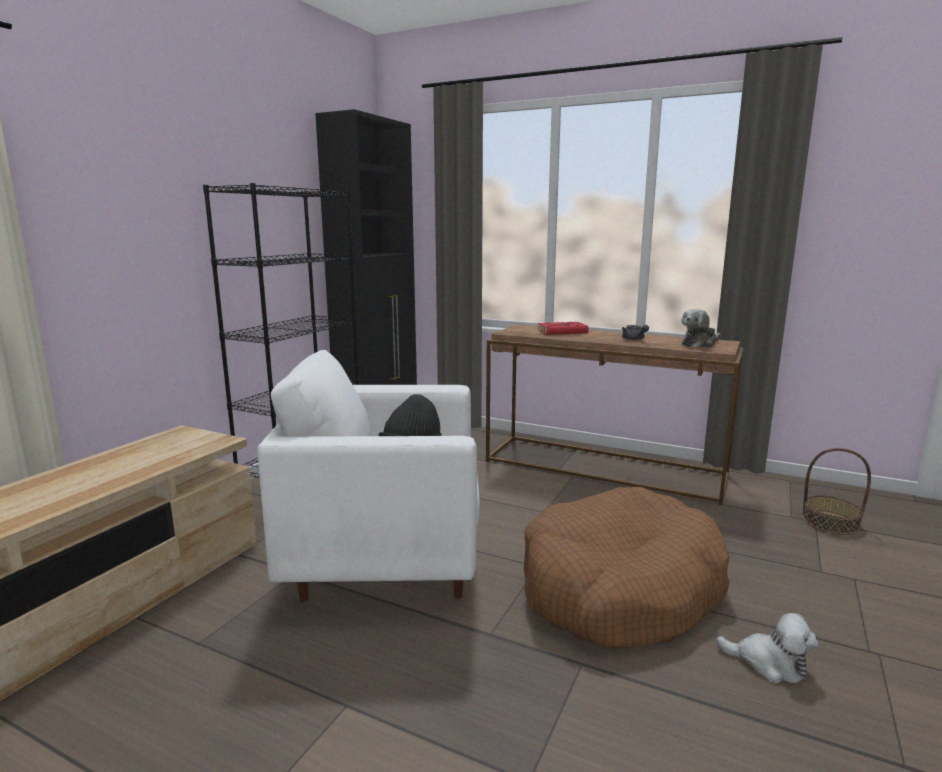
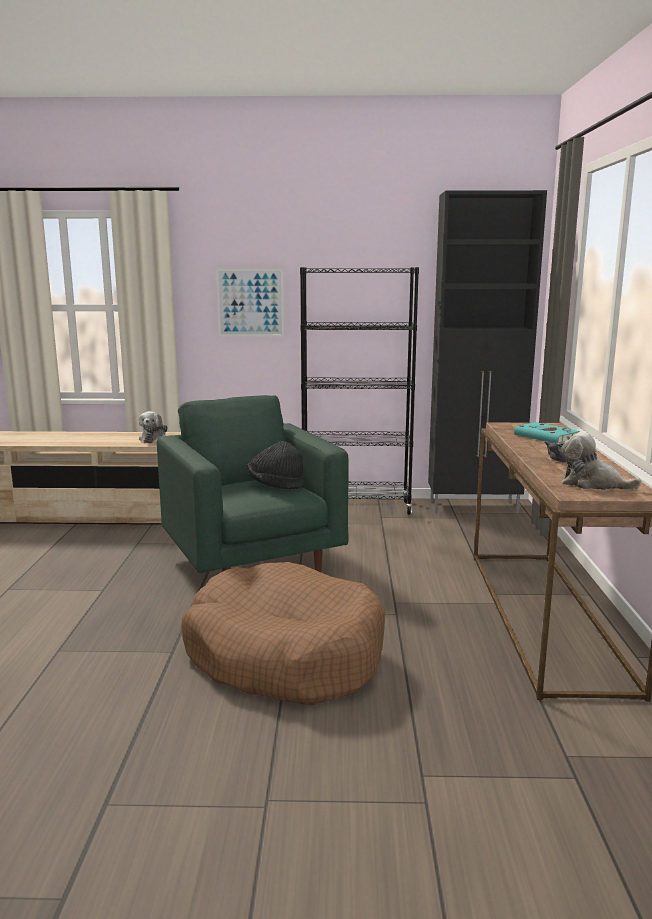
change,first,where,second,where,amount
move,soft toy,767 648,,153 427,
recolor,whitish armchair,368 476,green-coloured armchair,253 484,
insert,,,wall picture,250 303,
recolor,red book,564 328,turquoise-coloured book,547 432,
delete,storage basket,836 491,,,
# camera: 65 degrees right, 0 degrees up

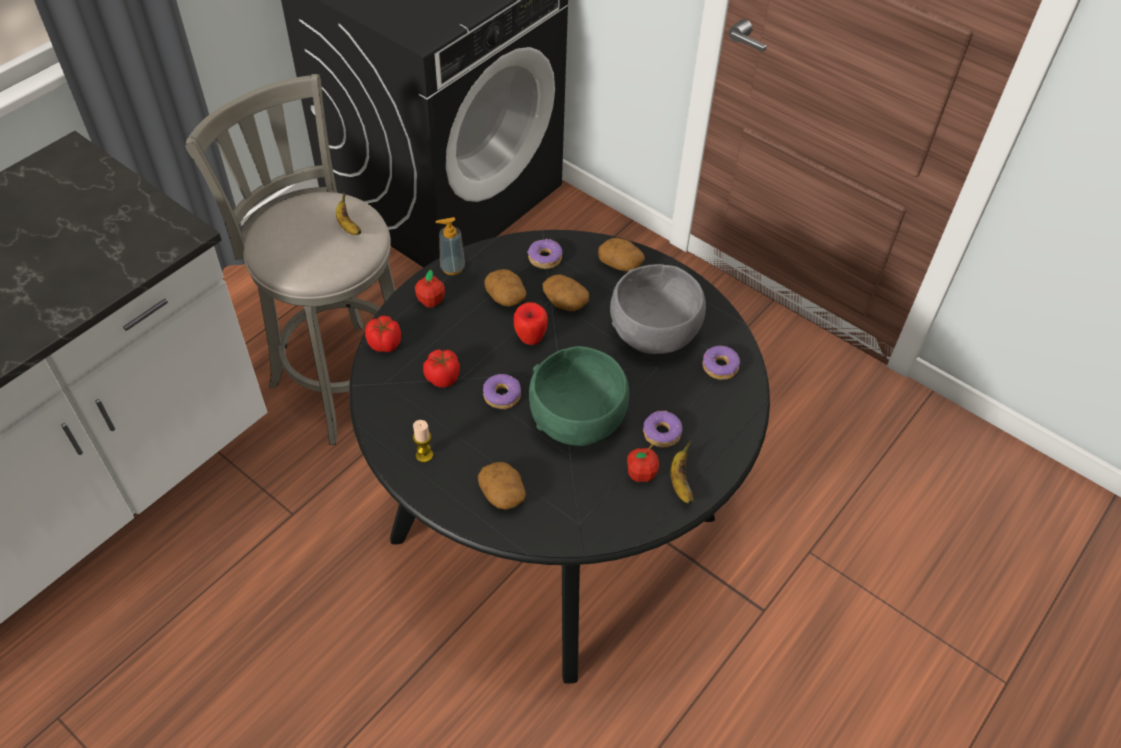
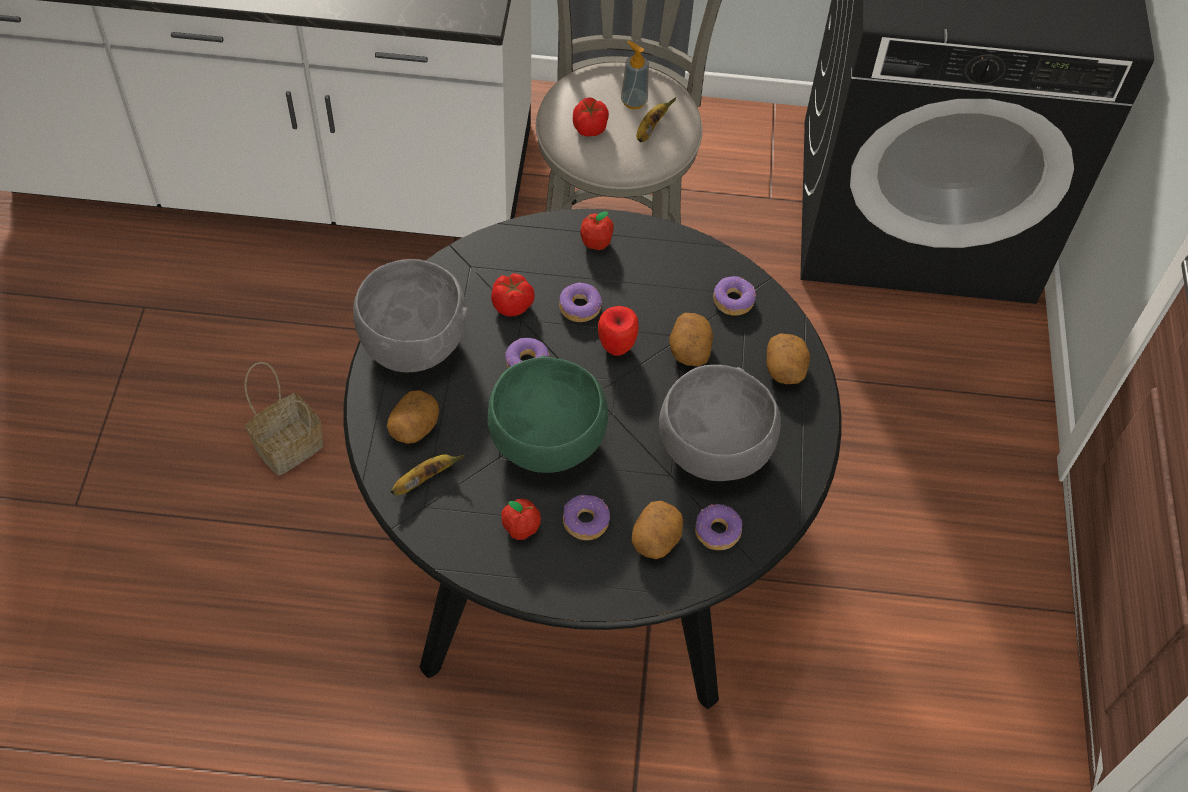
change,first,where,second,where,amount
insert,,,storage basket,284 419,
replace,wax light,423 441,greyish deep dish,410 315,
move,banana fruit,681 472,,427 475,
insert,,,donut,580 302,
move,fresh tomato,383 334,,591 117,
move,soap bottle,450 246,,635 75,
move,potato,505 288,,657 530,
# camera: 55 degrees right, 5 degrees up

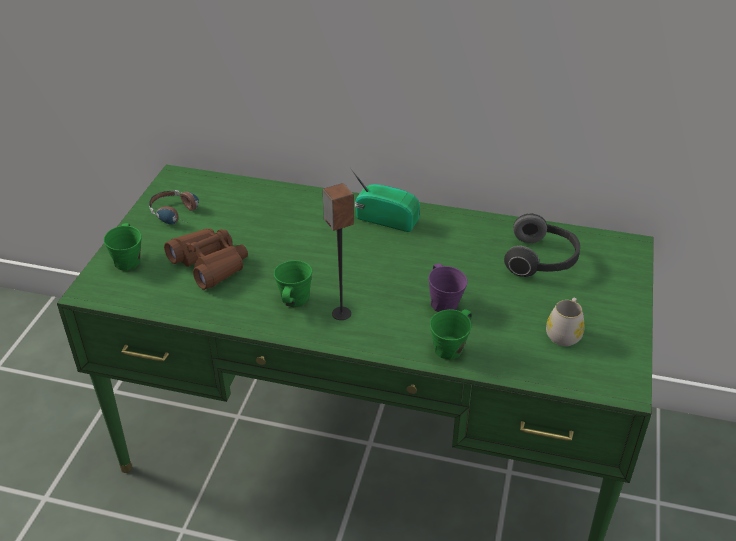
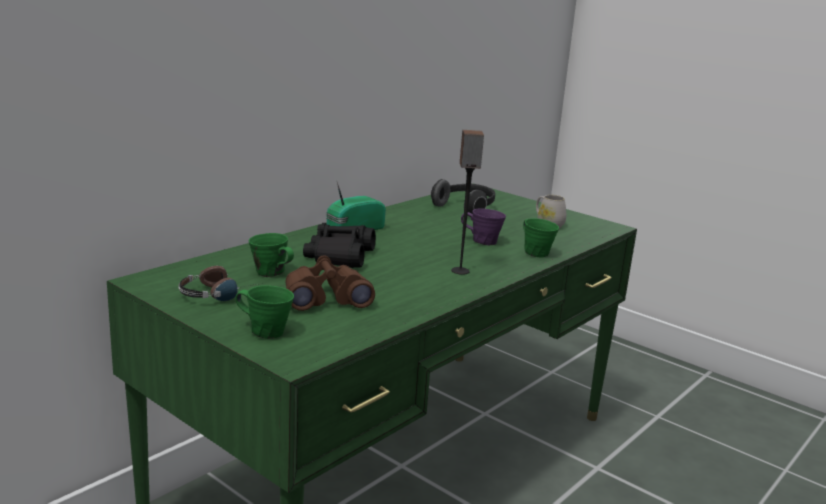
change,first,where,second,where,amount
move,green-coloured coffee mug,293 283,,271 255,
insert,,,black field glasses,339 245,
# camera: 65 degrees left, 20 degrees down

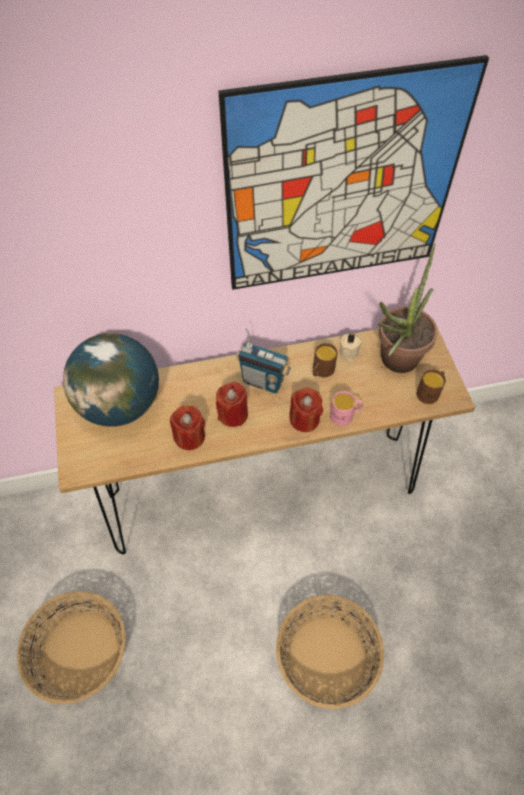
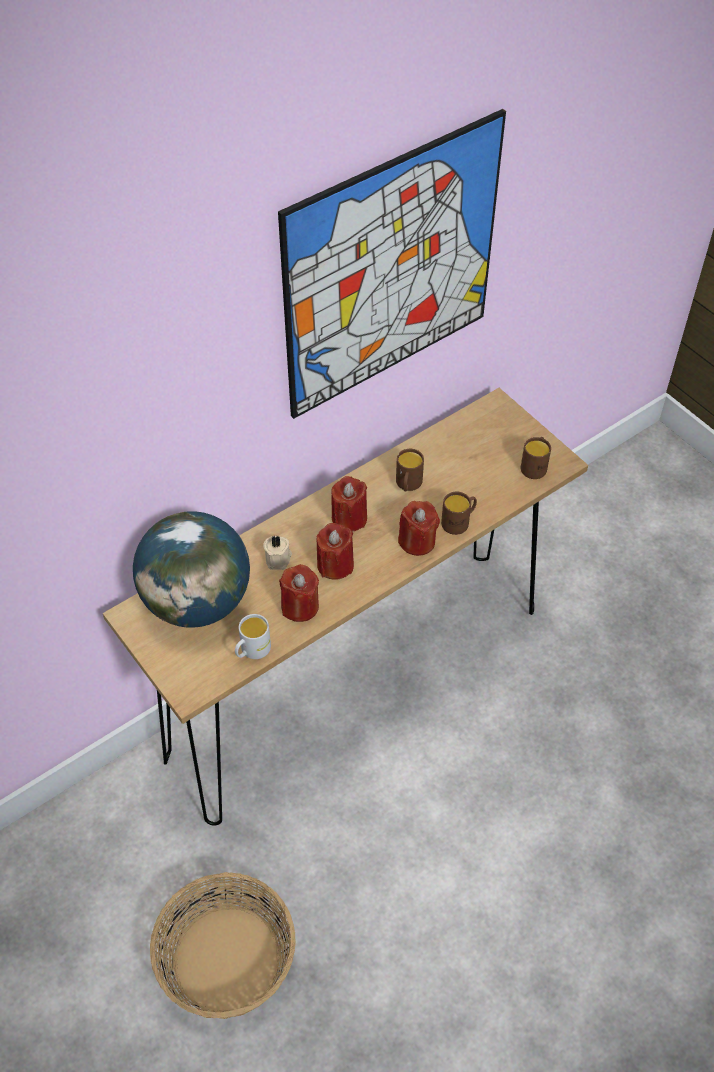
change,first,where,second,where,amount
insert,,,whitish coffee mug,253 636,
move,beige-coloured wax light,350 347,,277 552,
replace,radio receiver,263 360,red wax light,349 504,
recolor,pink coffee mug,347 408,brown coffee mug,459 513,
delete,storage basket,330 652,,,
delete,potted plant,407 308,,,
# camera: 25 degrees left, 5 degrees down

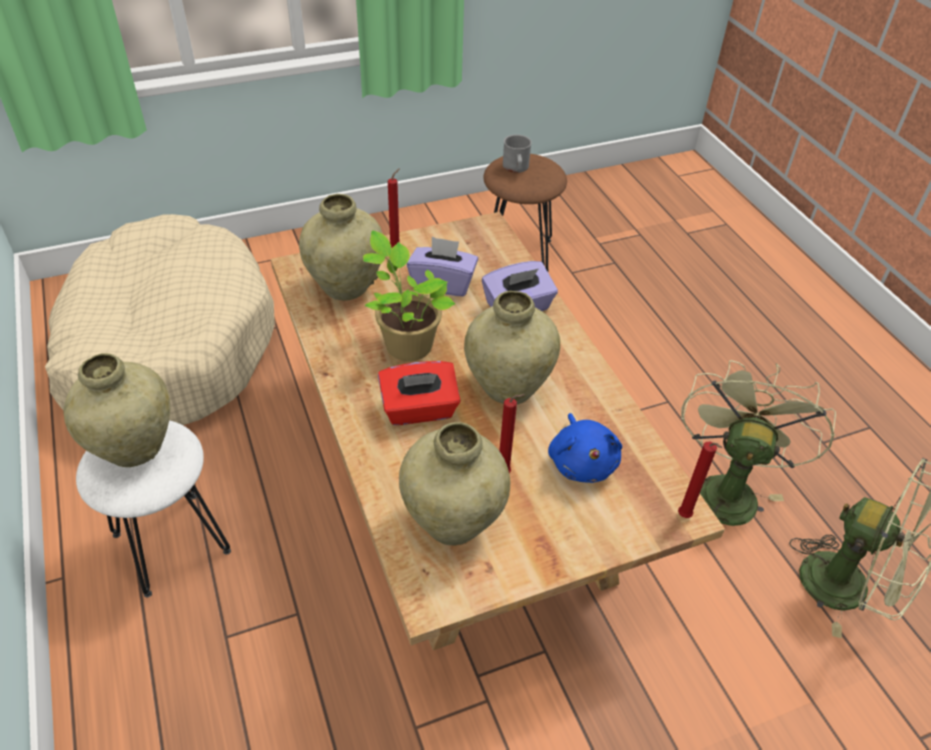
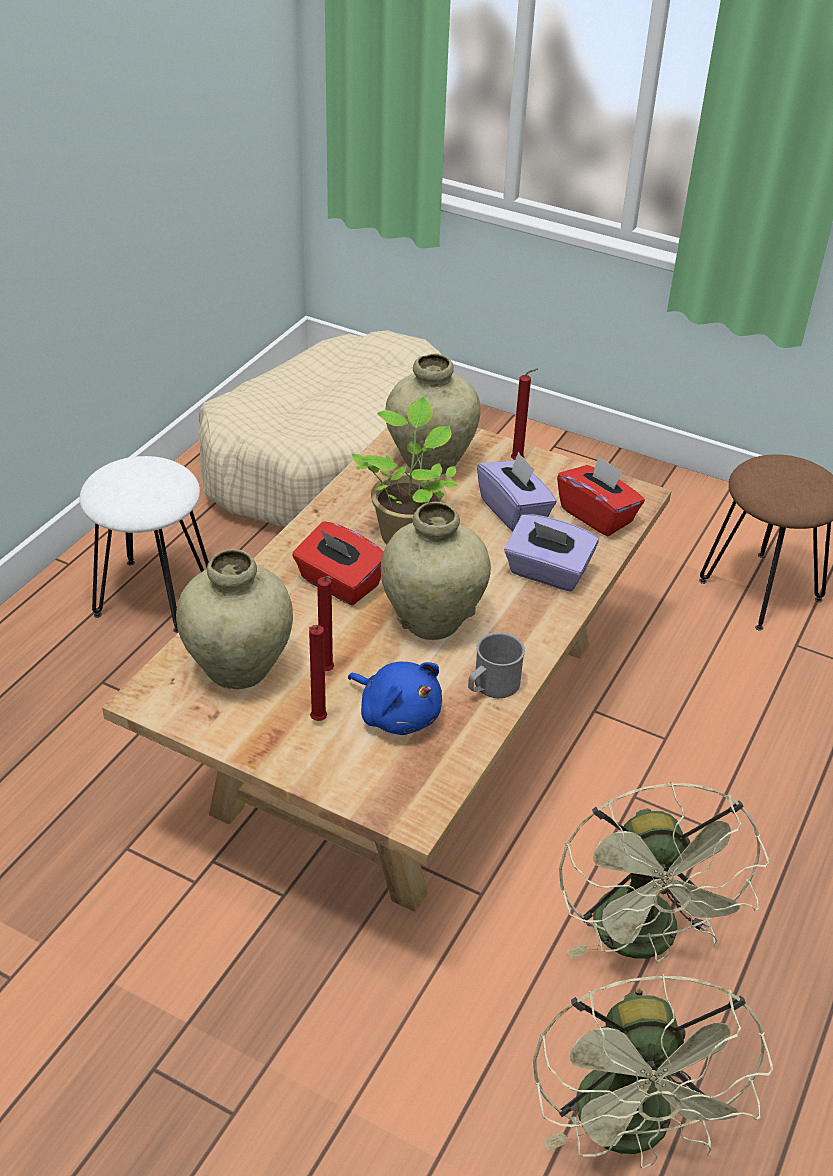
change,first,where,second,where,amount
move,red wax light,700 480,,318 673,
rotate,blue-coloured soft toy,585 448,,395 698,90 degrees counterclockwise
move,greyish coffee mug,517 153,,496 665,
insert,,,red tissue box,601 496,
rotate,green-coloured cooling fan,758 443,,664 872,105 degrees clockwise
delete,beige-coloured decorative vase,116 410,,,
# camera: 50 degrees right, 5 degrees down

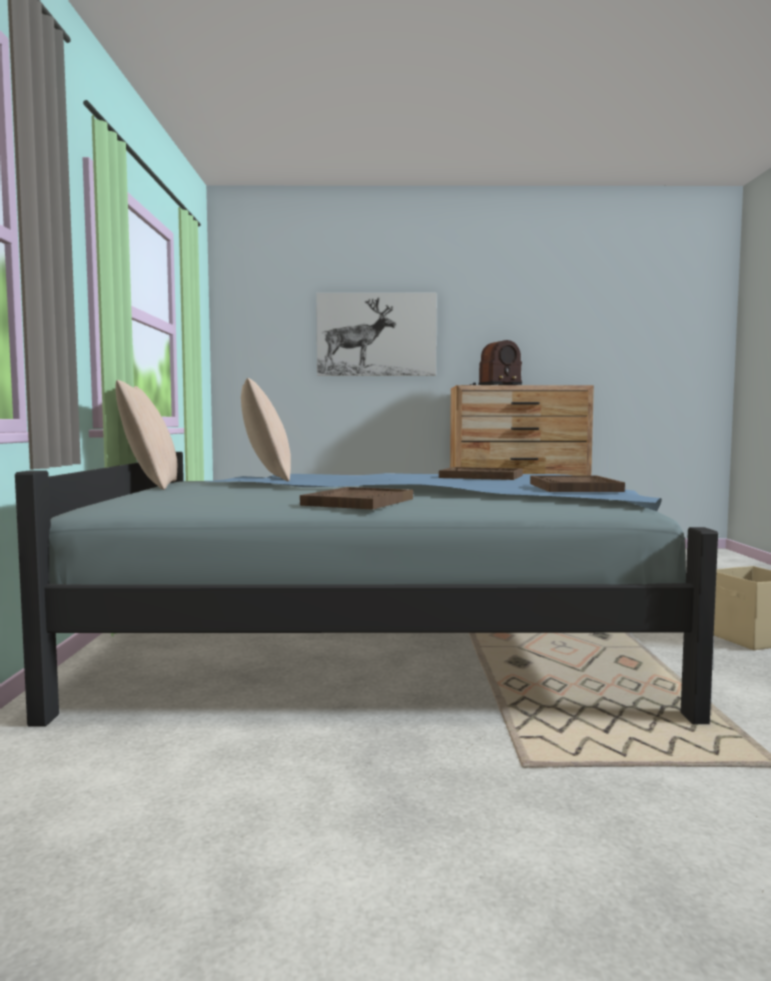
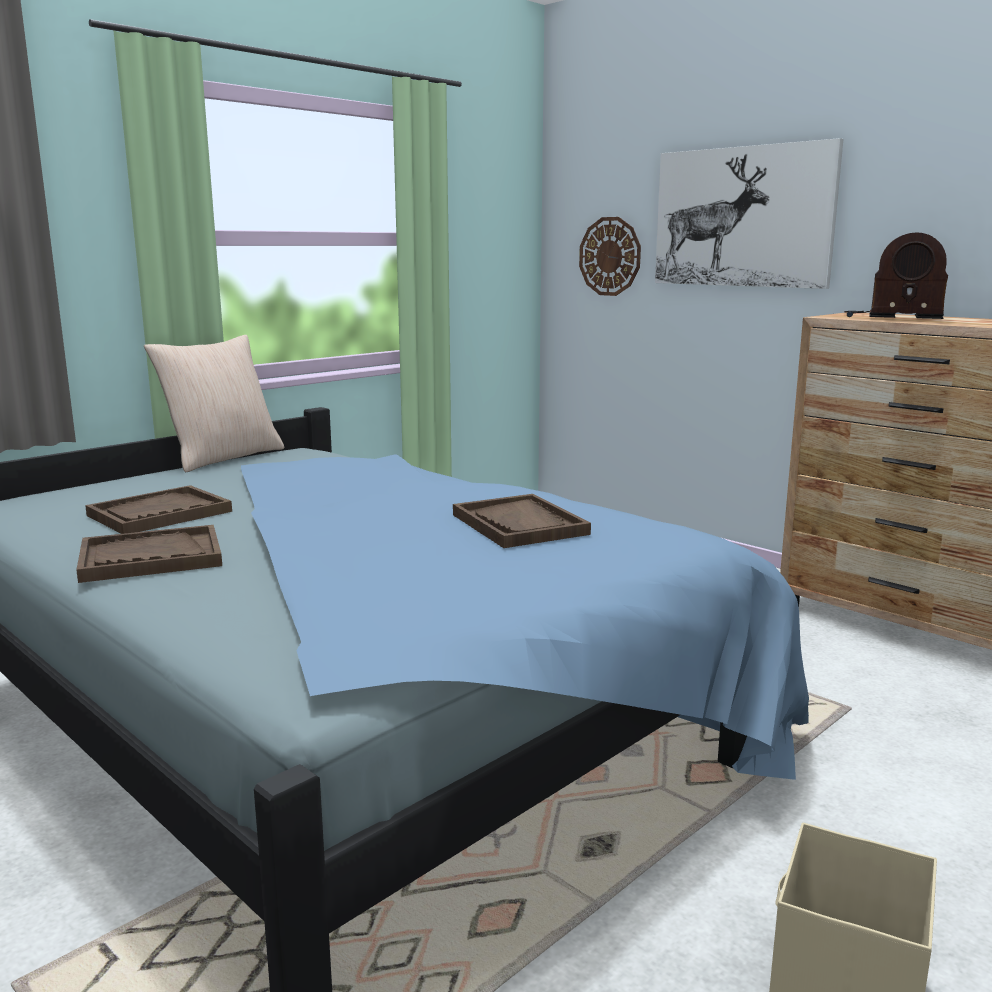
change,first,where,second,where,amount
move,brown carrying tray,577 483,,158 509,
insert,,,wall clock,610 256,
delete,beige-coloured pillow,266 429,,,
# camera: 45 degrees right, 10 degrees up

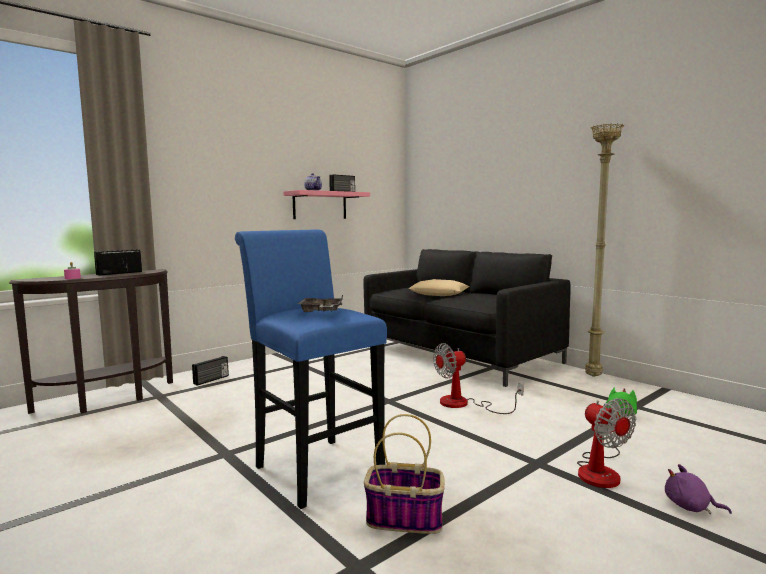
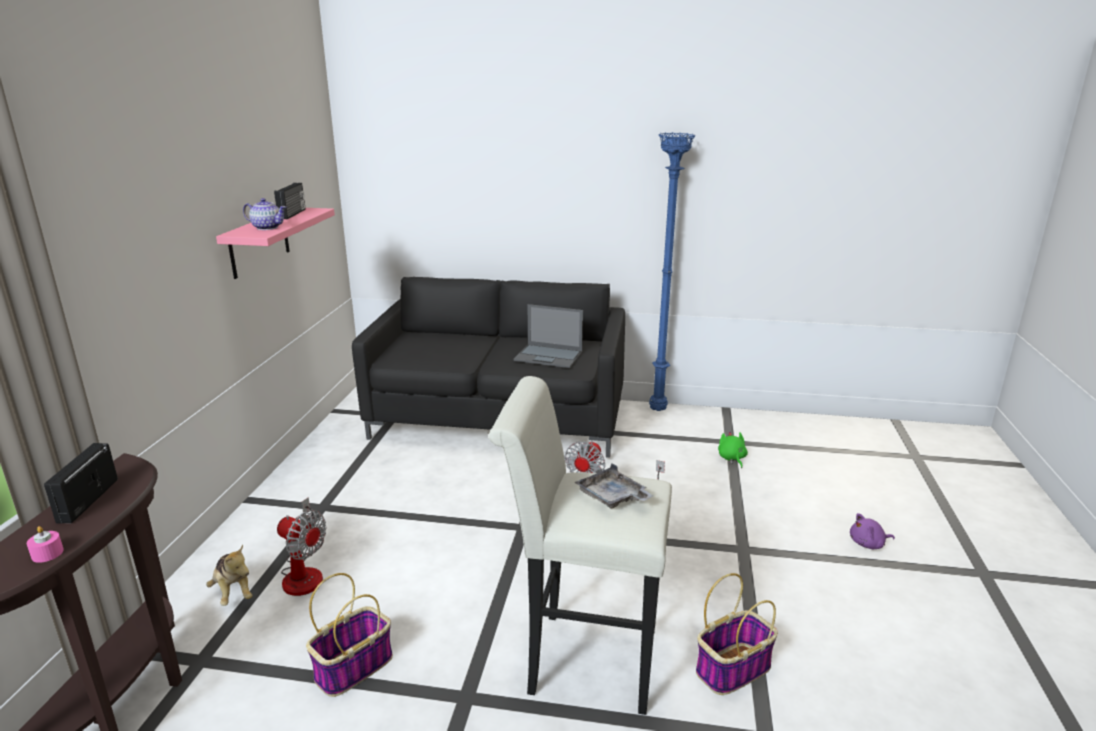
change,first,where,second,where,amount
replace,radio receiver,210 371,soft toy,229 575,
move,cooling fan,606 443,,302 546,
insert,,,storage basket,349 635,
recolor,blue-coloured sitting stool,311 369,whitish sitting stool,580 545,
insert,,,portable computer,548 336,
recolor,beige-coloured standing lamp,604 250,blue-coloured standing lamp,672 271,
delete,beige-coloured pillow,439 287,,,
# camera: 40 degrees left, 15 degrees up

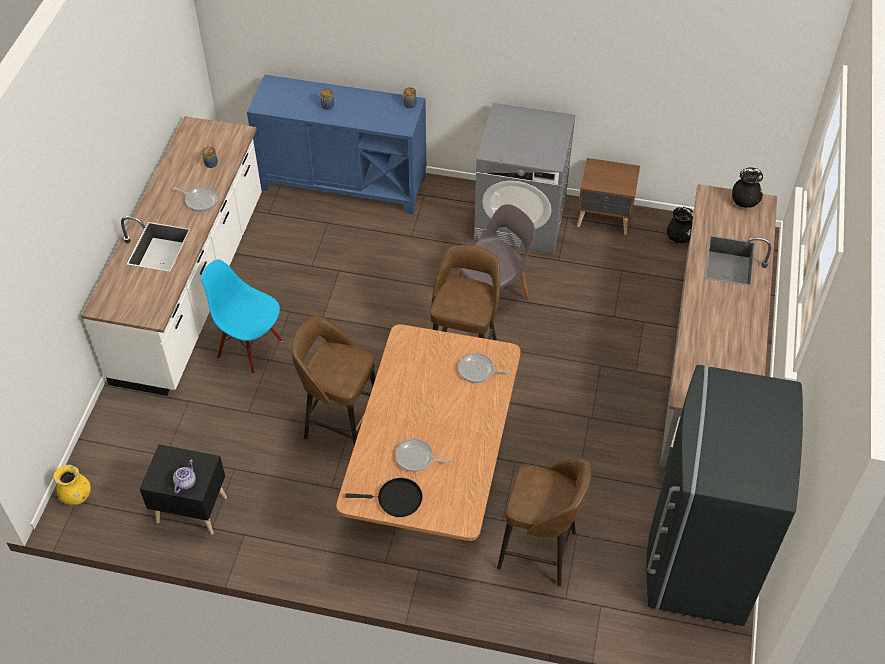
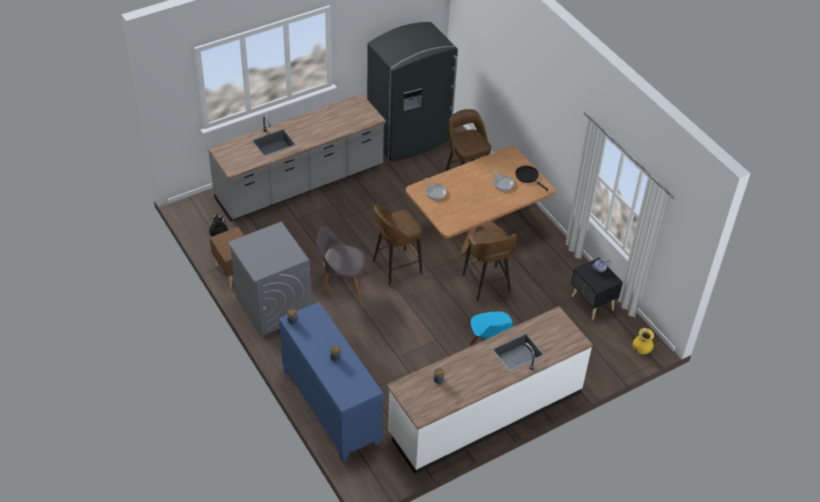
change,first,where,second,where,amount
delete,skillet,195 199,,,
delete,black decorative vase,747 187,,,
# camera: 135 degrees left, 5 degrees down

